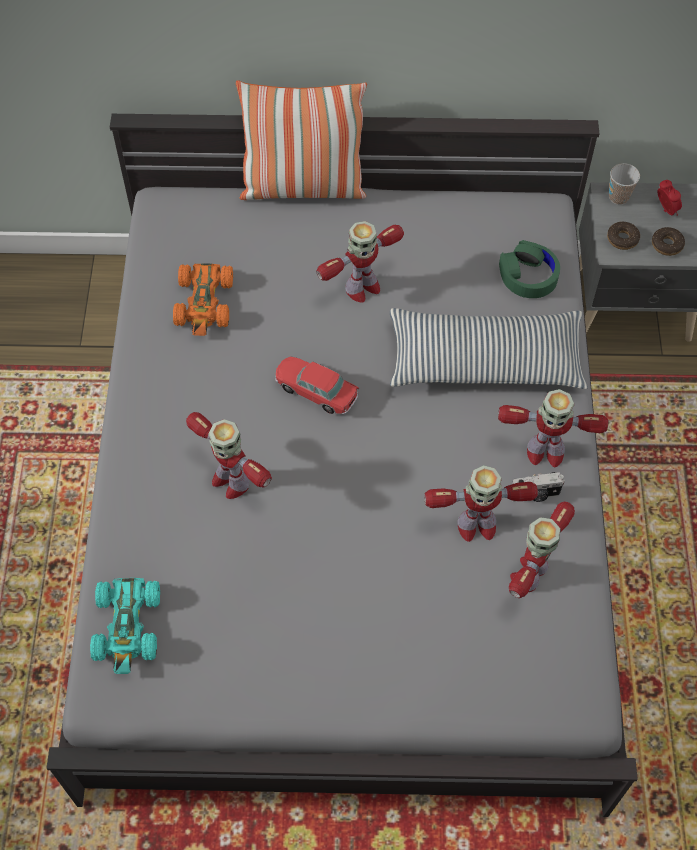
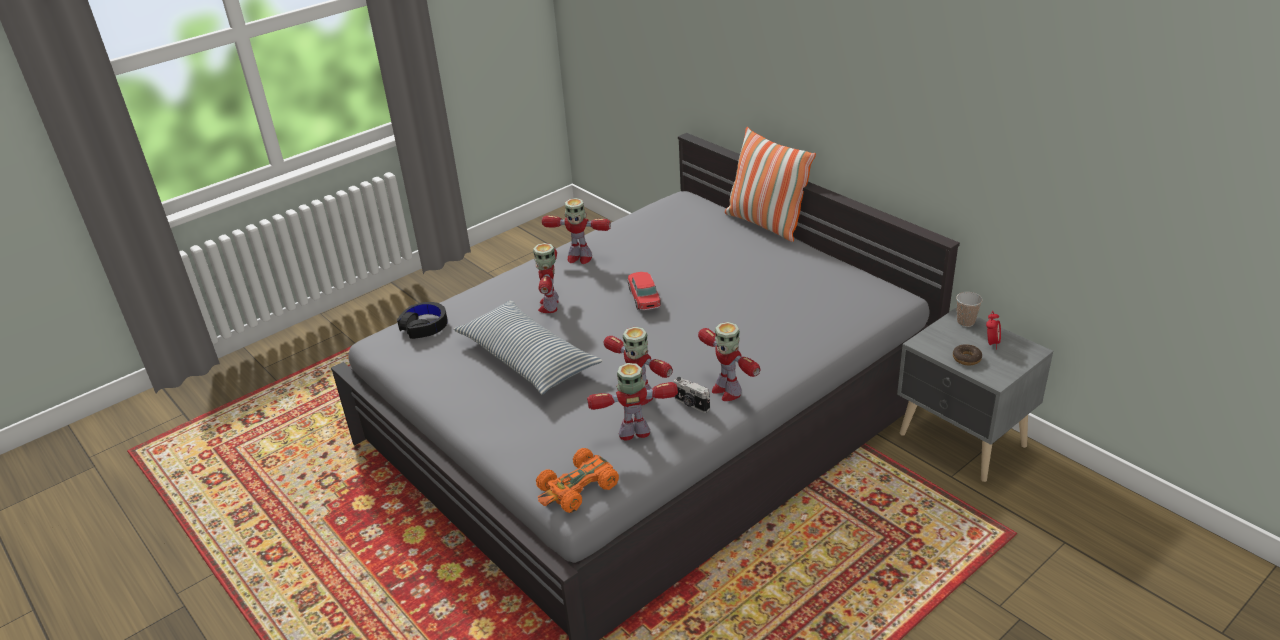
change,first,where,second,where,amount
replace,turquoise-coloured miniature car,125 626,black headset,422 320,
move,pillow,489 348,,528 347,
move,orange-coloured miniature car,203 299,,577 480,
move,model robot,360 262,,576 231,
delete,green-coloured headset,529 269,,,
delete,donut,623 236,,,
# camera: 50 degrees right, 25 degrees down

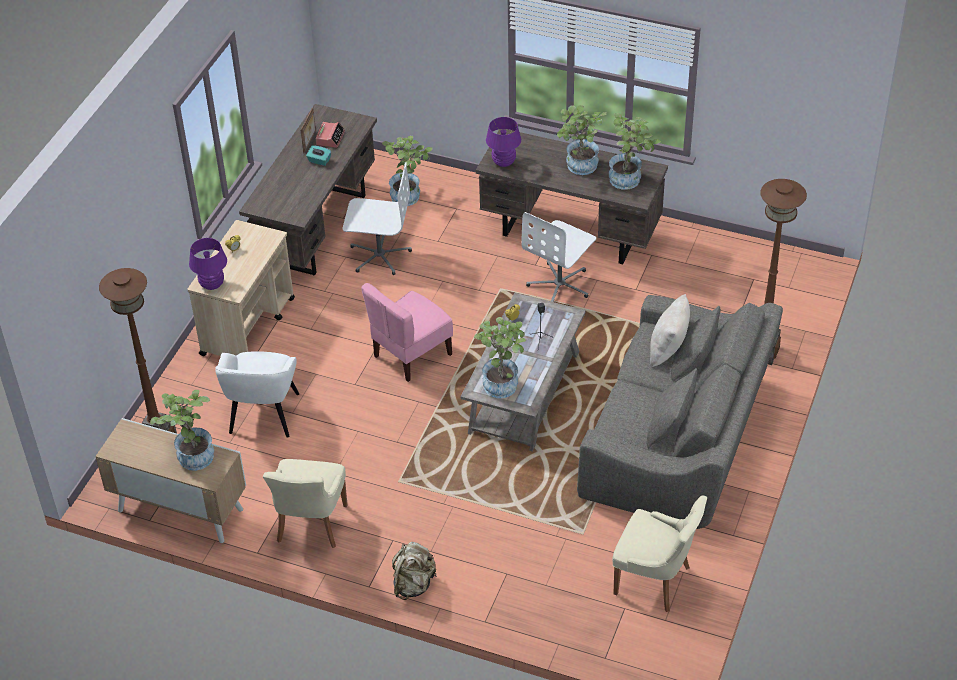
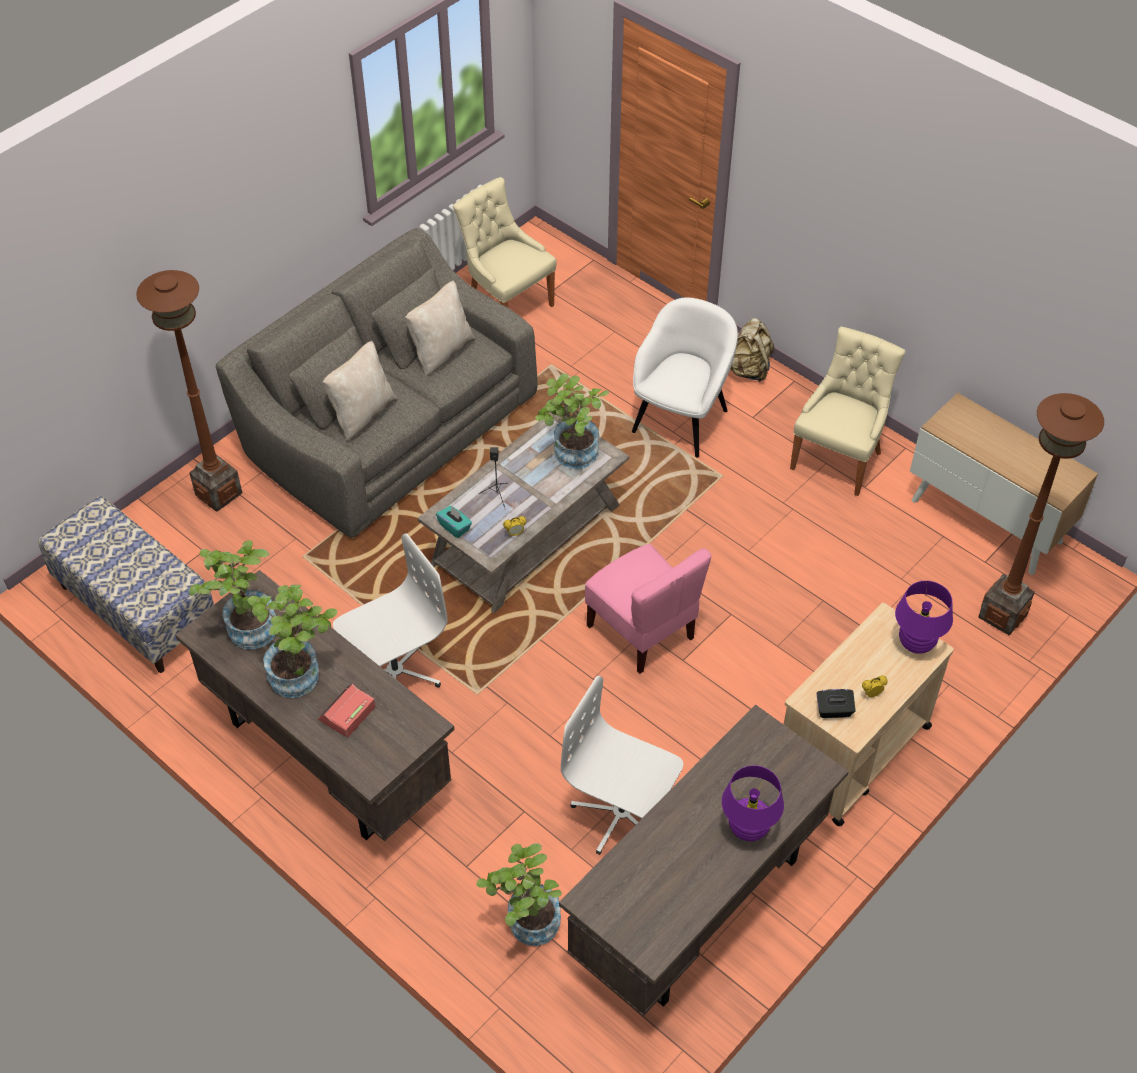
change,first,where,second,where,amount
insert,,,long seat,126 584,
move,alarm clock,330 135,,346 711,
insert,,,beige-coloured pillow,440 329,
move,turquoise-coloured tissue box,318 156,,454 522,
rotate,pink chair,407 332,,648 609,75 degrees clockwise
move,whitish armchair,257 394,,685 377,
move,purplish table lamp,503 142,,753 803,
insert,,,black tissue box,836 703,
delete,potted plant,182 430,,,
delete,photo frame,308 130,,,
# camera: 160 degrees left, 5 degrees up

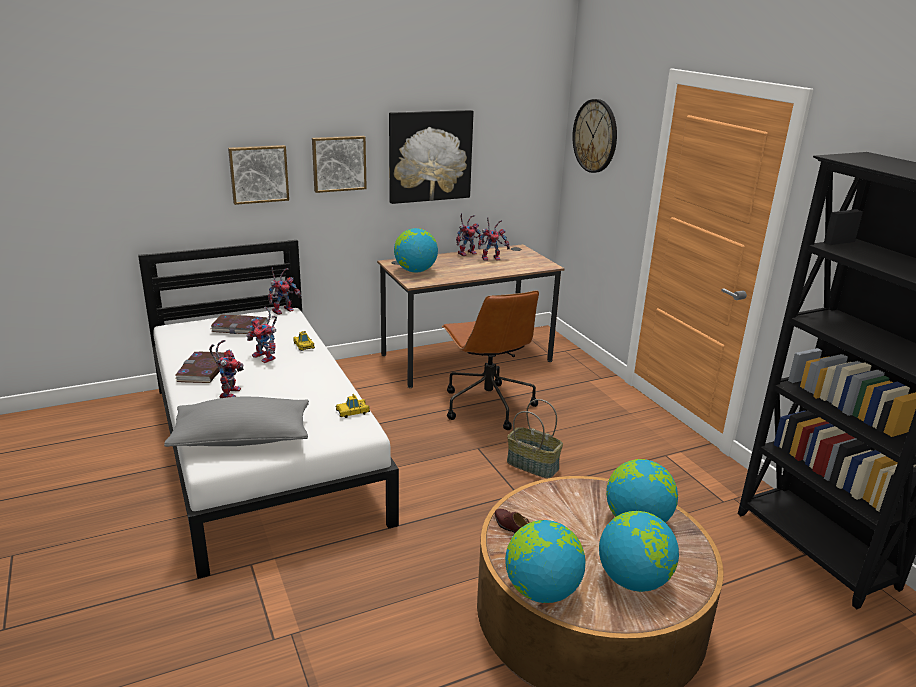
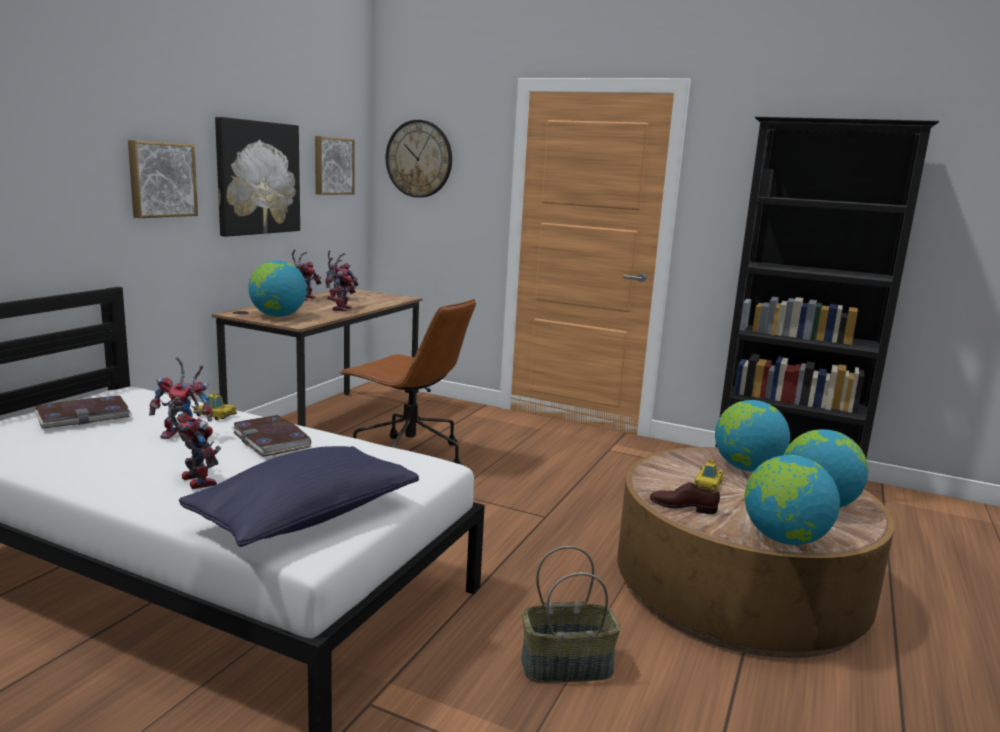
change,first,where,second,where,amount
recolor,greyish pillow,236 422,blue-coloured pillow,299 496,
move,book,199 367,,271 436,
move,wall picture,258 175,,335 165,
move,model robot,285 291,,342 285,
move,storage basket,535 438,,571 614,
move,miniature car,352 406,,708 475,
# camera: 40 degrees left, 10 degrees down

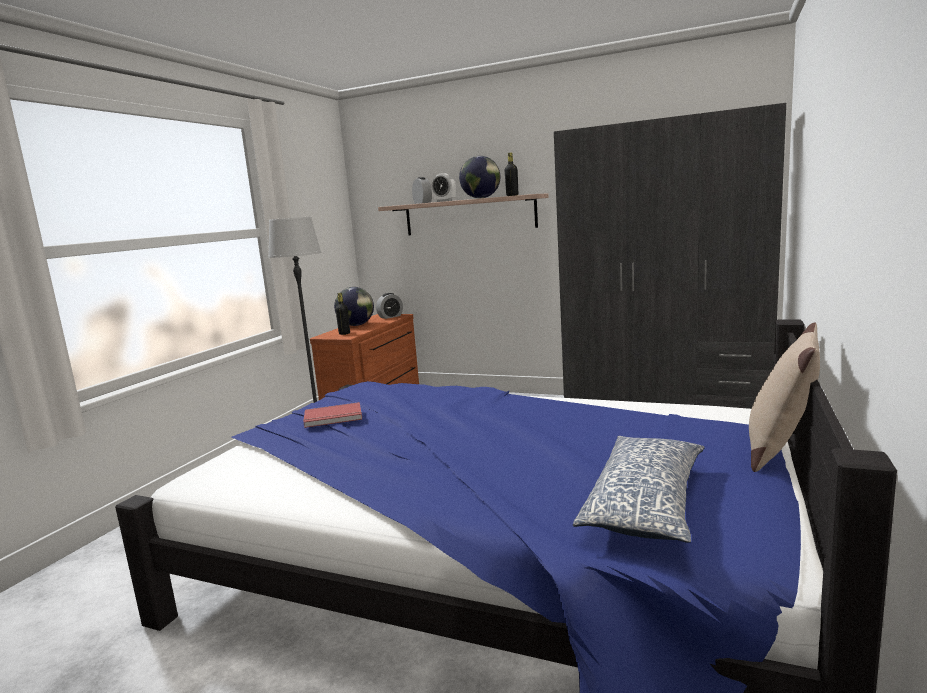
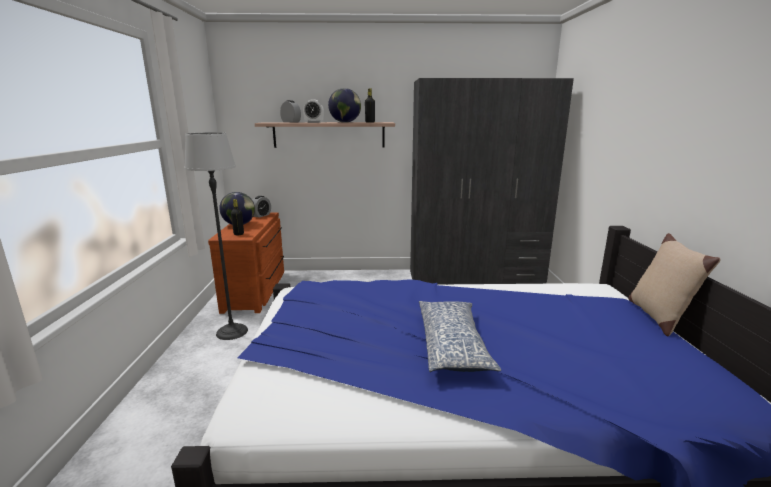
change,first,where,second,where,amount
move,pillow,639 489,,460 336,
delete,red book,332 415,,,
# camera: 25 degrees left, 5 degrees up

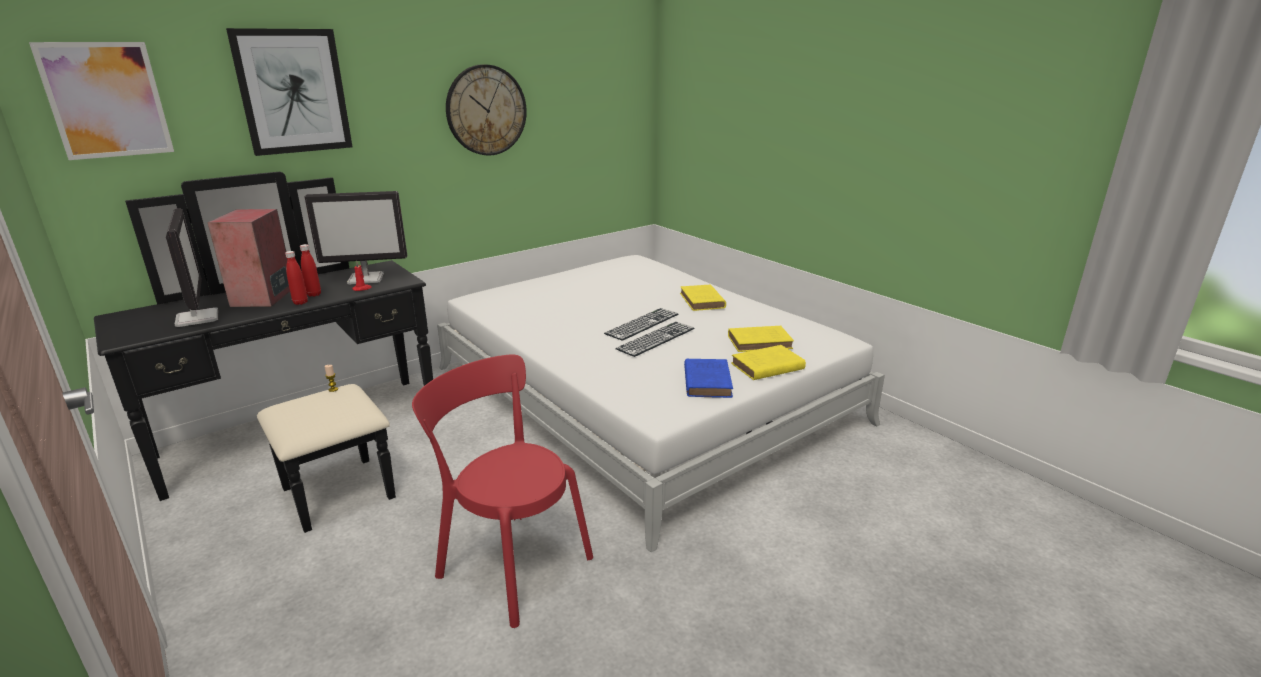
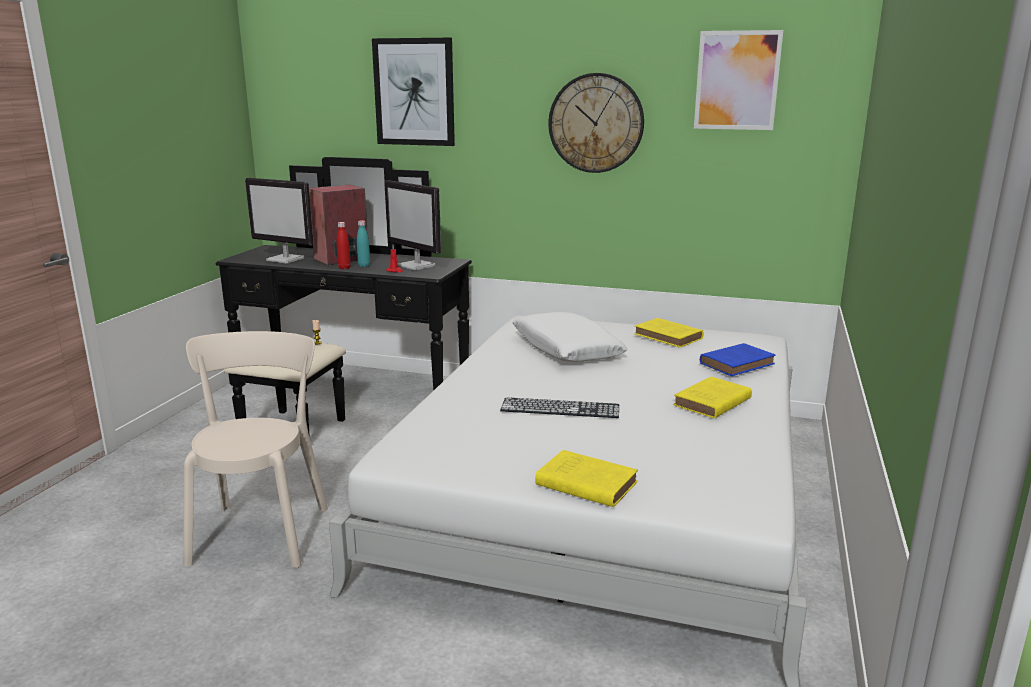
change,first,where,second,where,amount
recolor,red chair,502 491,beige-coloured chair,255 449,
rotate,monitor,192 267,,279 220,90 degrees clockwise
recolor,red drink bottle,310 270,turquoise-coloured drink bottle,363 243,
insert,,,whitish pillow,570 337,
move,yellow-coloured book,761 339,,669 333,
move,wall picture,101 101,,738 80,
move,blue-coloured book,708 378,,738 359,
delete,computer keyboard,641 324,,,
# camera: 55 degrees right, 5 degrees down

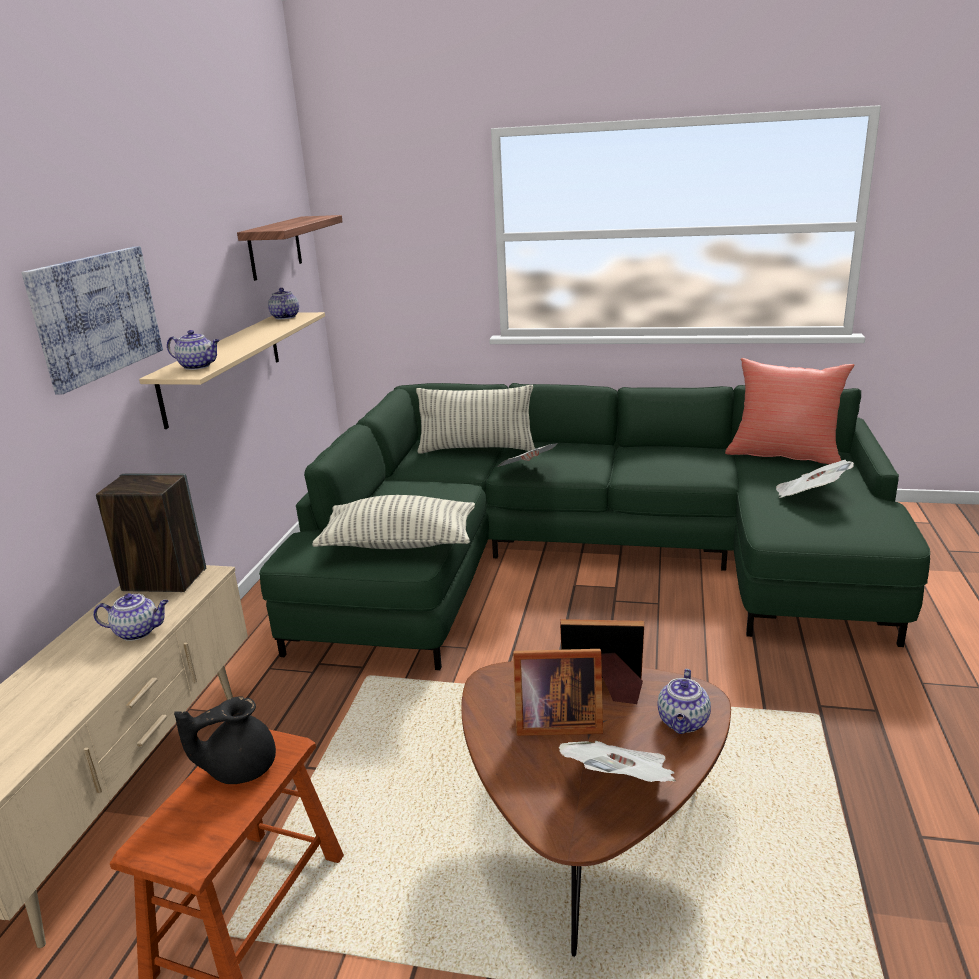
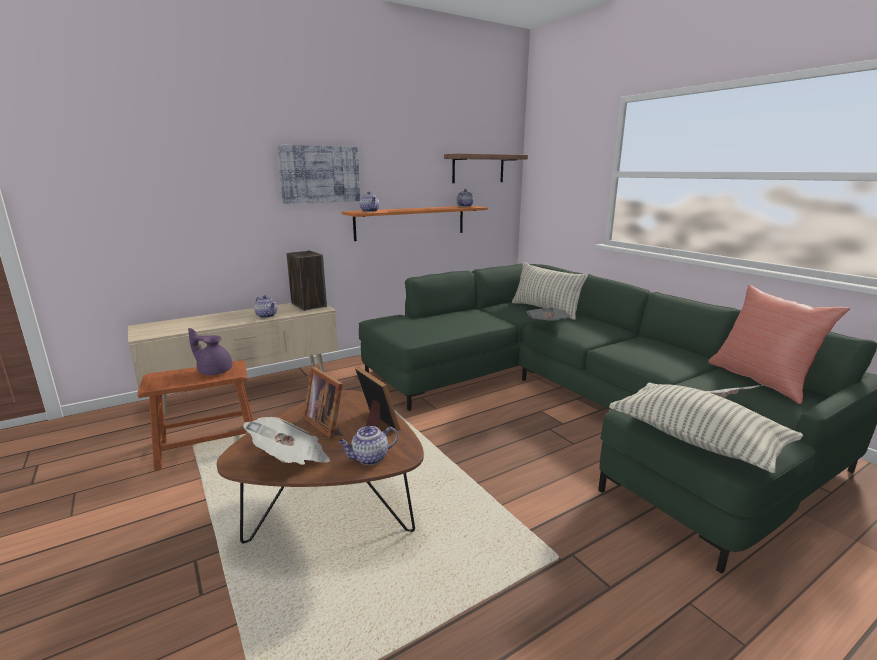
change,first,where,second,where,amount
recolor,black teapot,225 740,purplish teapot,210 351,
recolor,beige-coloured bracket shelf,232 370,orange-coloured bracket shelf,415 223,
move,pillow,393 522,,706 428,
# camera: 45 degrees right, 5 degrees down

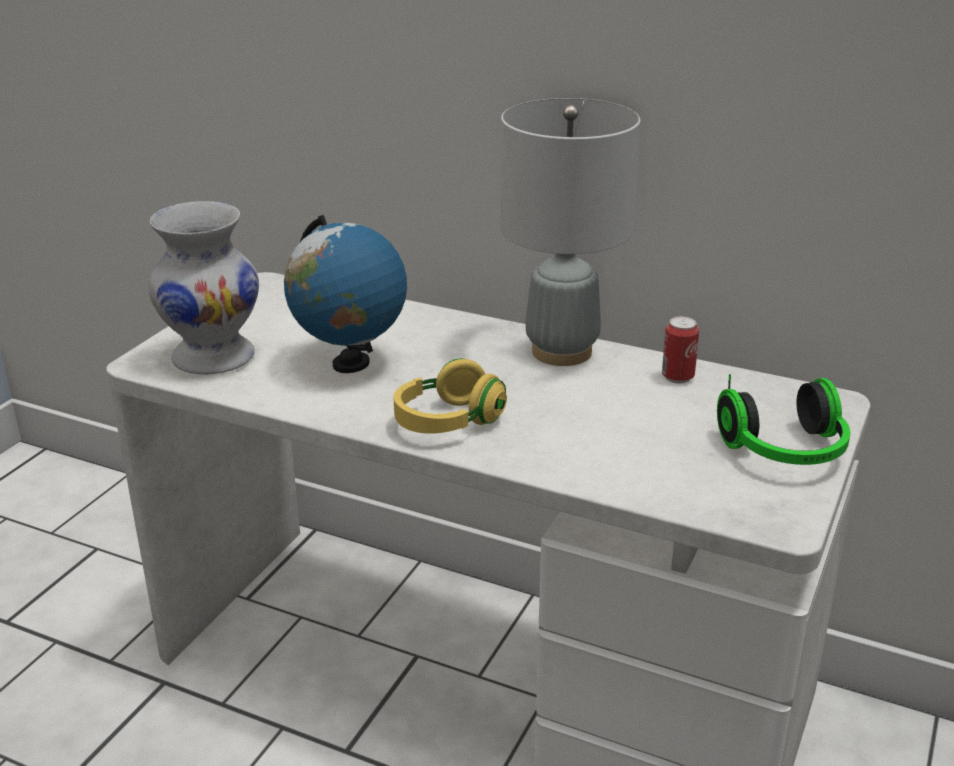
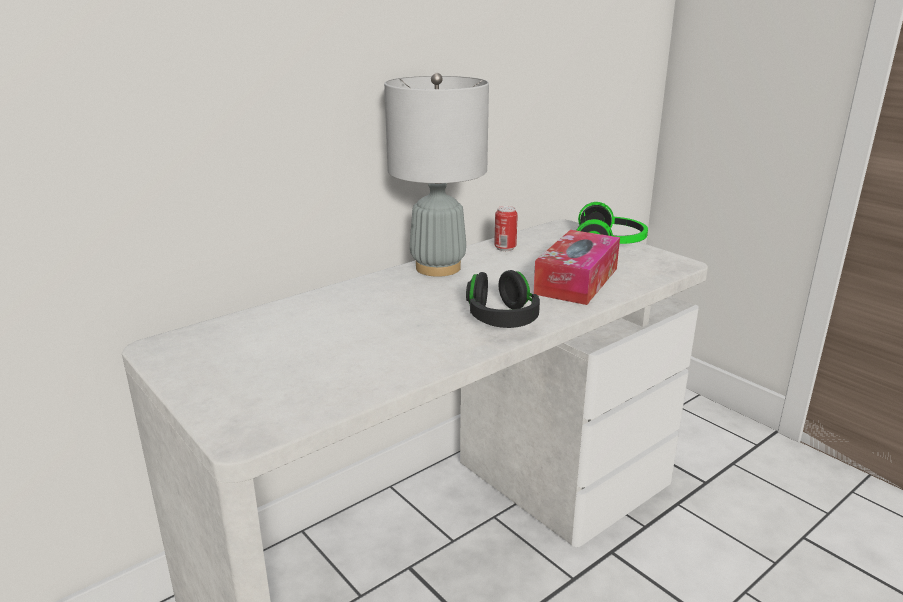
change,first,where,second,where,amount
recolor,yellow-coloured headset,450 396,black headset,503 299,
insert,,,tissue box,576 267,
delete,whitish decorative vase,203 288,,,
delete,globe,345 294,,,
# camera: 65 degrees left, 5 degrees down

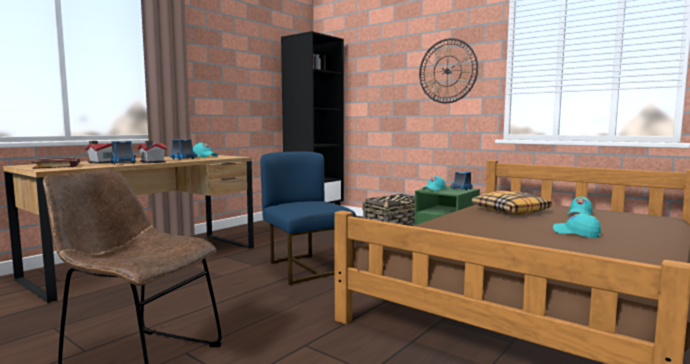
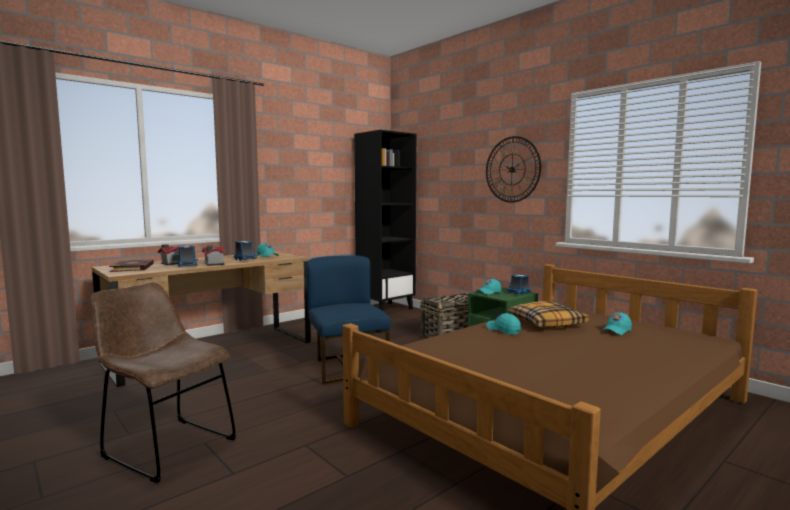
change,first,where,second,where,amount
move,turquoise-coloured peaked cap,577 225,,503 324,
# camera: 10 degrees right, 0 degrees up

